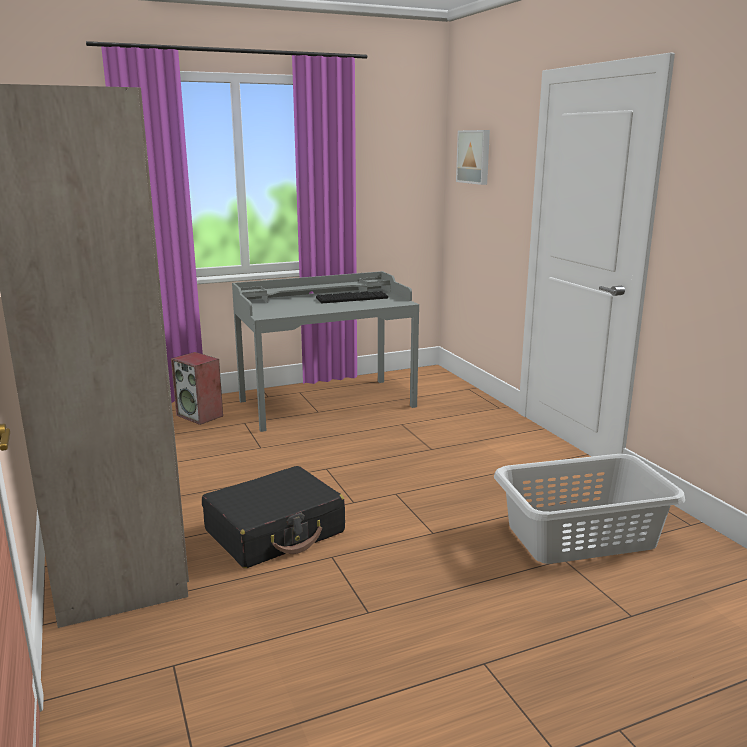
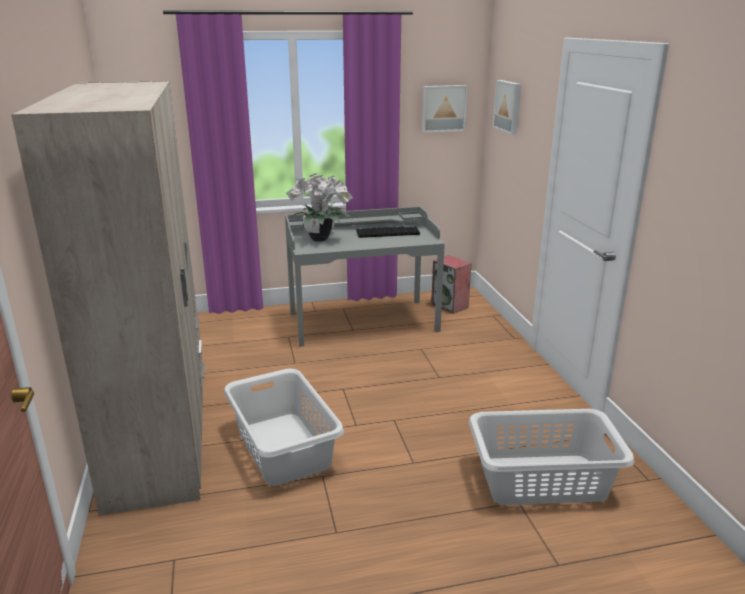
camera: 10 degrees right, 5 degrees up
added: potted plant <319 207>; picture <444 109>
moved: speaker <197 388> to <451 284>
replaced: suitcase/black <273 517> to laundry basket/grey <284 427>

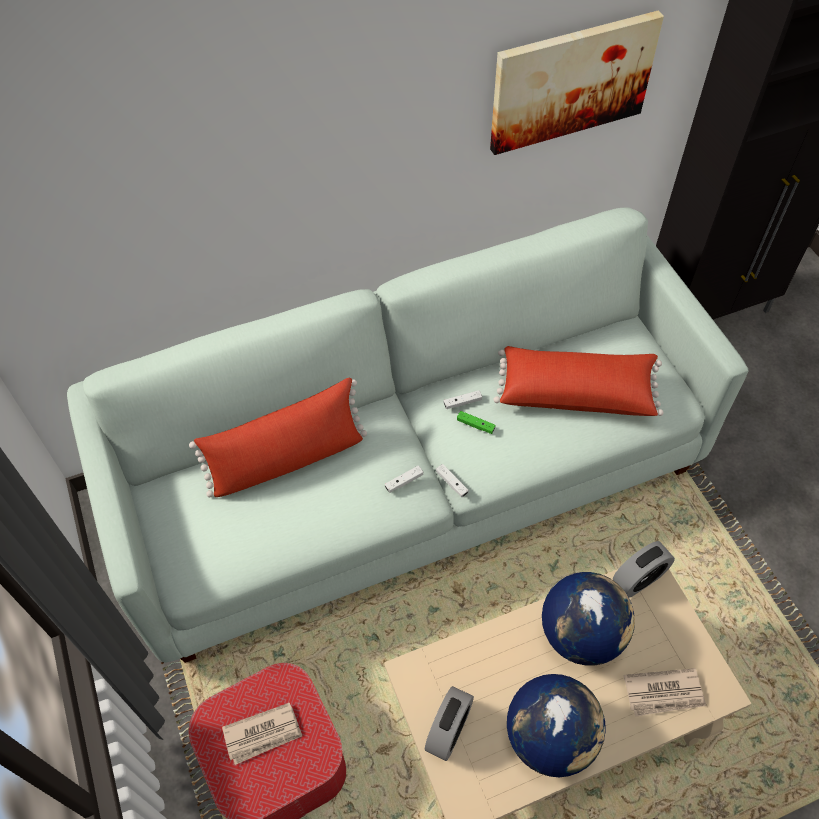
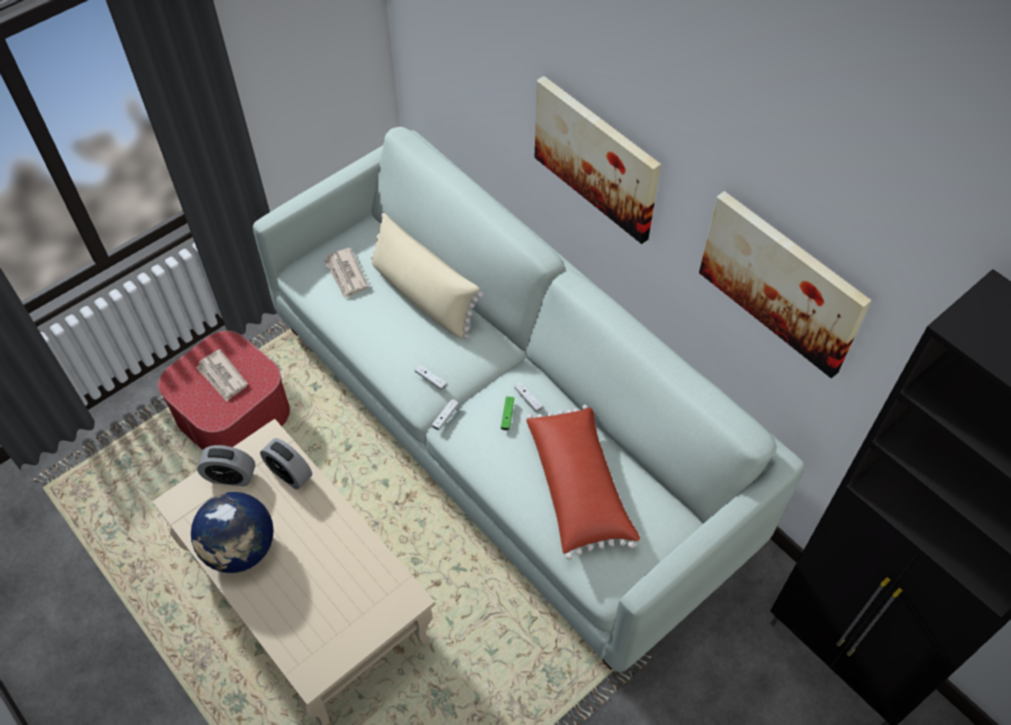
camera: 70 degrees right, 0 degrees up
removed: globe <588 619>
added: picture <598 160>
moved: alarm clock <644 569> to <286 464>; newspaper <664 692> to <346 273>
recoloured: pillow/red <278 438> to pillow/beige <427 276>

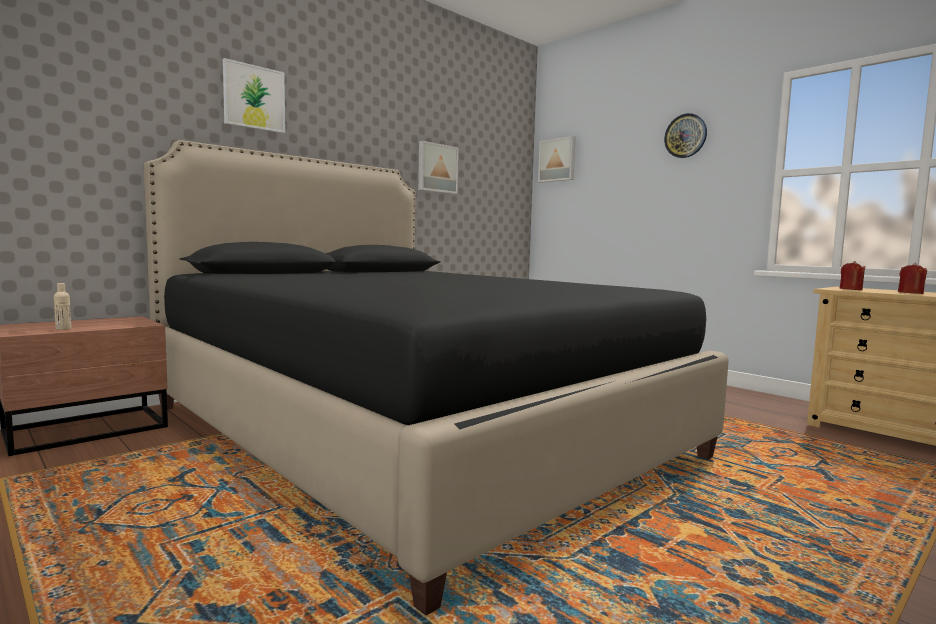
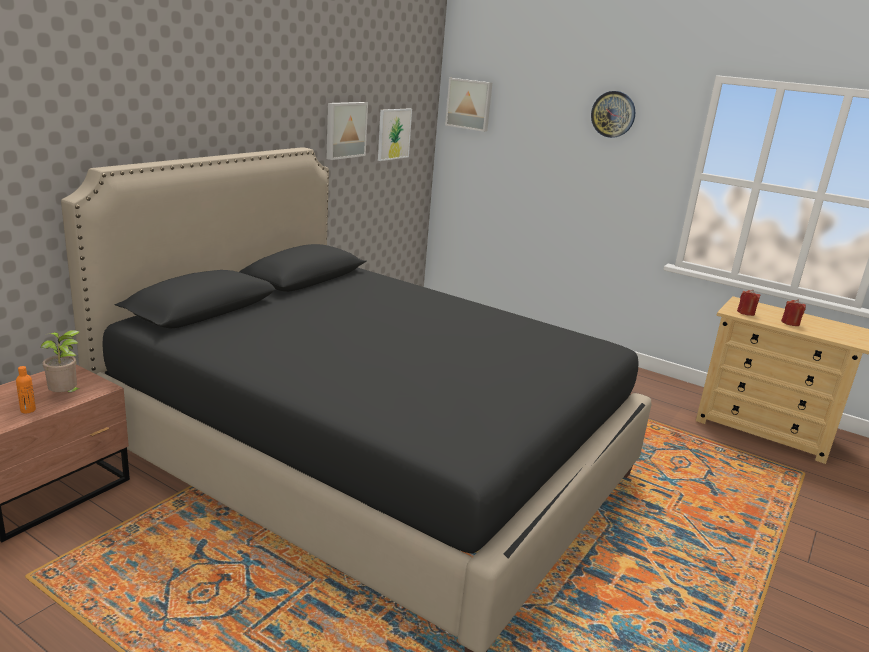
camera: 15 degrees left, 15 degrees up
added: potted plant <61 361>
moved: picture <254 95> to <395 134>
recoloured: bottle/beige <63 306> to bottle/orange <26 389>

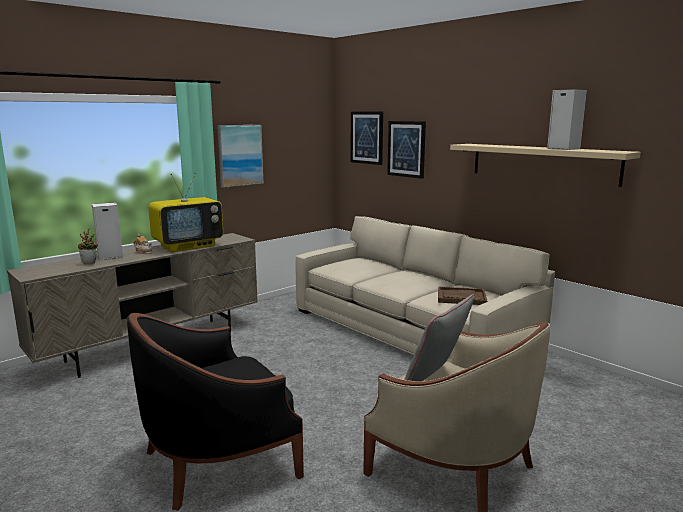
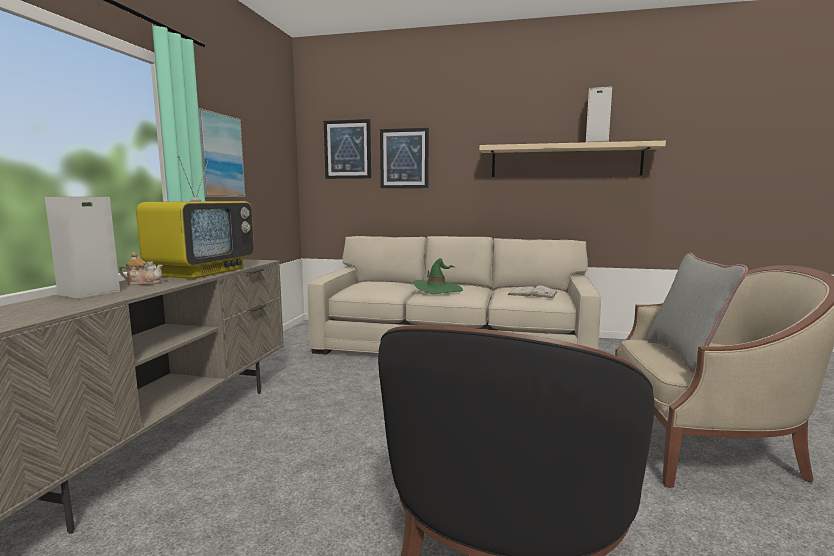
camera: 35 degrees left, 5 degrees down
removed: potted plant <88 247>
added: hat/green <438 276>
replaced: tray/brown <462 295> to book/white <533 291>

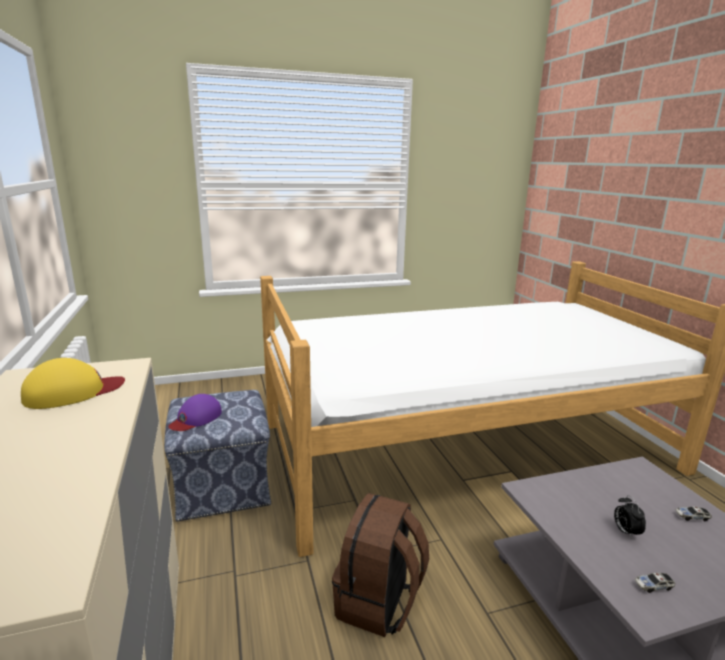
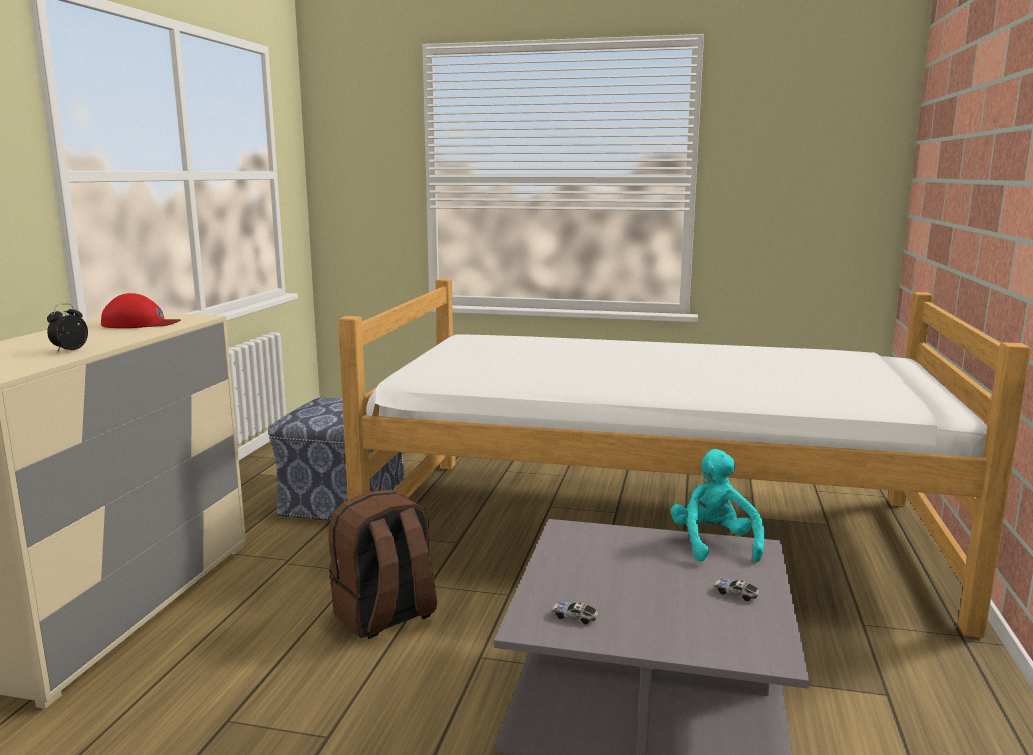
camera: 30 degrees right, 5 degrees down
removed: cap/purple <195 412>
added: plush toy/turquoise <718 505>
moved: alarm clock <630 517> to <67 328>
recoloured: cap/yellow <73 383> to cap/red <141 310>

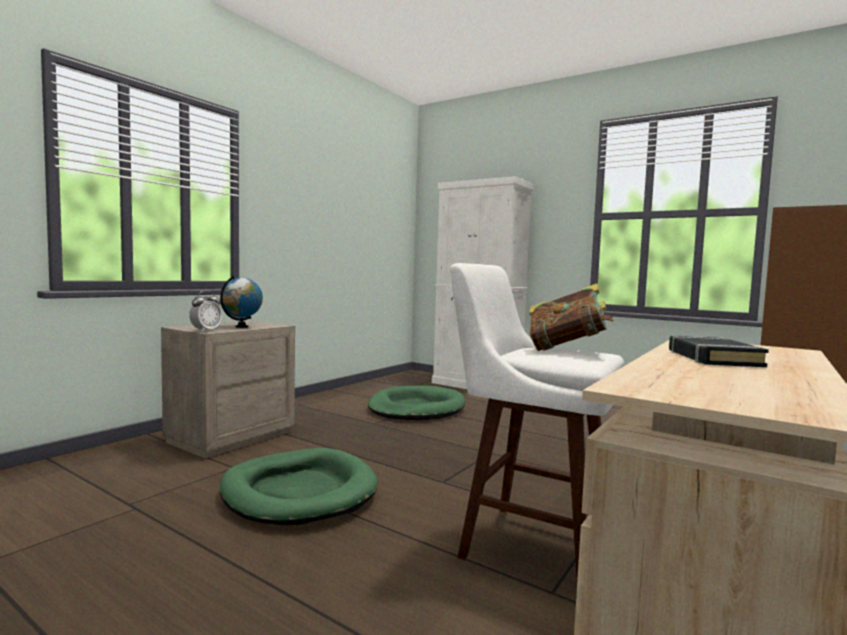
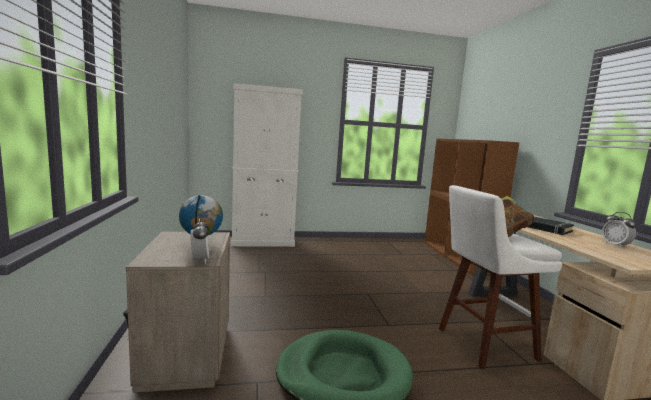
camera: 45 degrees left, 5 degrees up
removed: dog bed/green <416 403>
added: alarm clock <619 230>

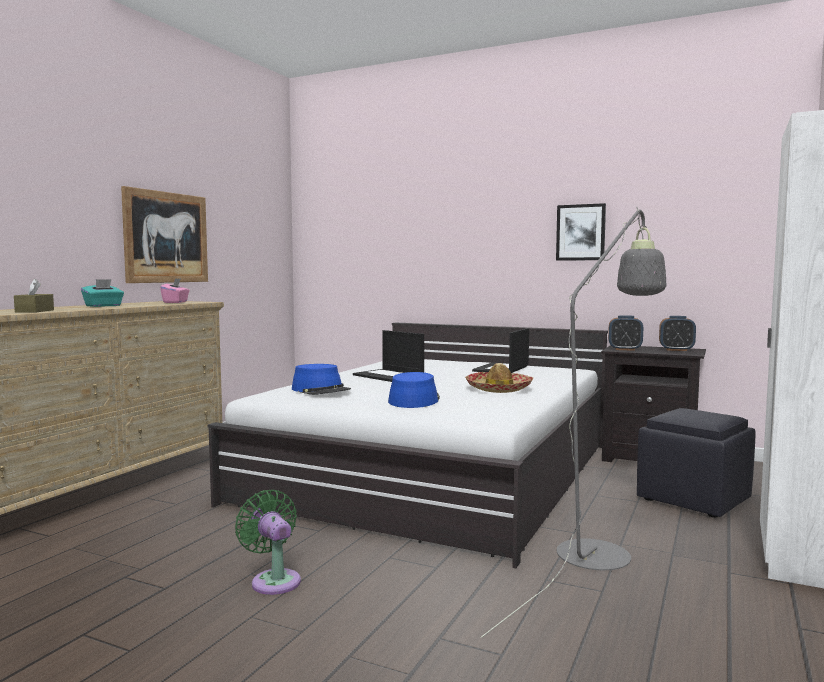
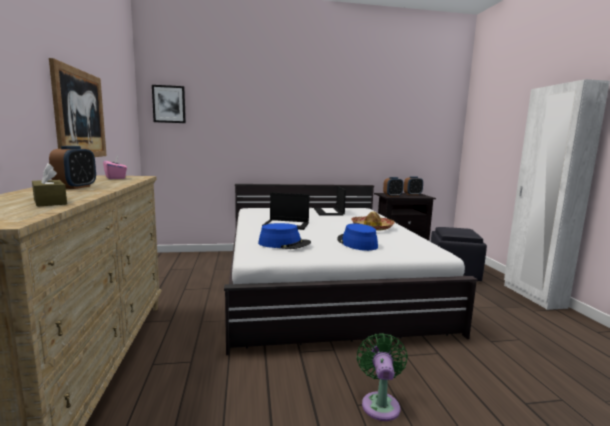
camera: 35 degrees left, 5 degrees up
removed: floor lamp/grey <573 422>
moved: picture <581 232> to <169 104>
replaced: tissue box/turquoise <102 293> to alarm clock <72 167>
turned: fan/green <268 542> = <382 377> 75 degrees clockwise

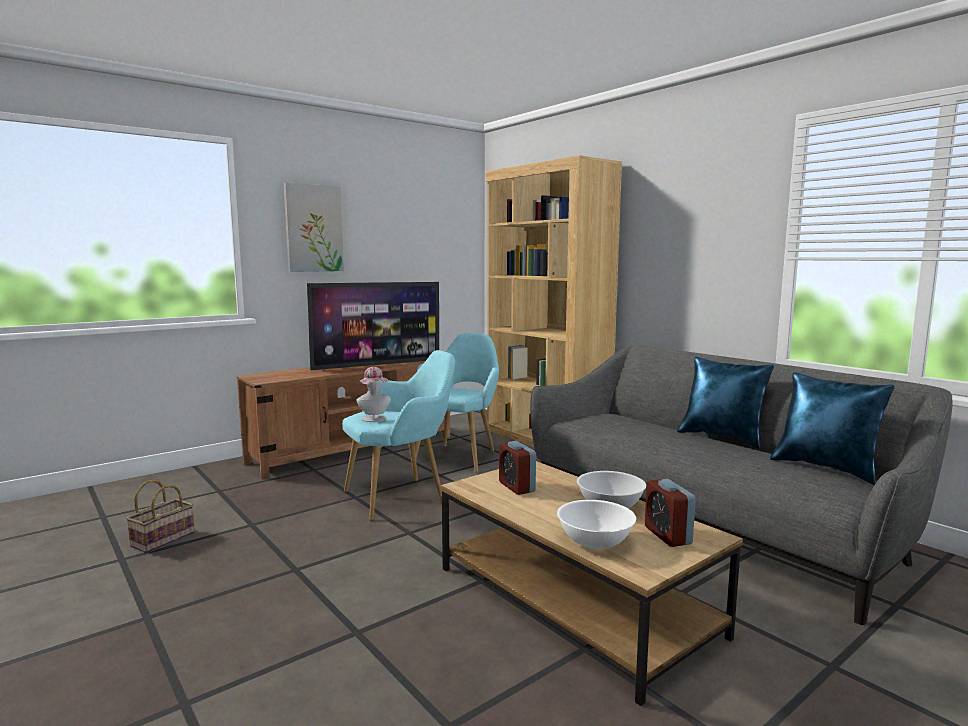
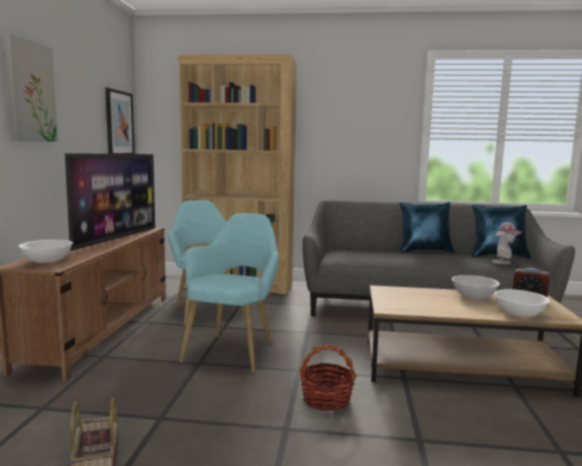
camera: 45 degrees left, 0 degrees up
removed: alarm clock <517 468>
added: bowl/white <46 251>; picture <120 120>; basket <328 377>
moved: hat <373 394> to <506 243>

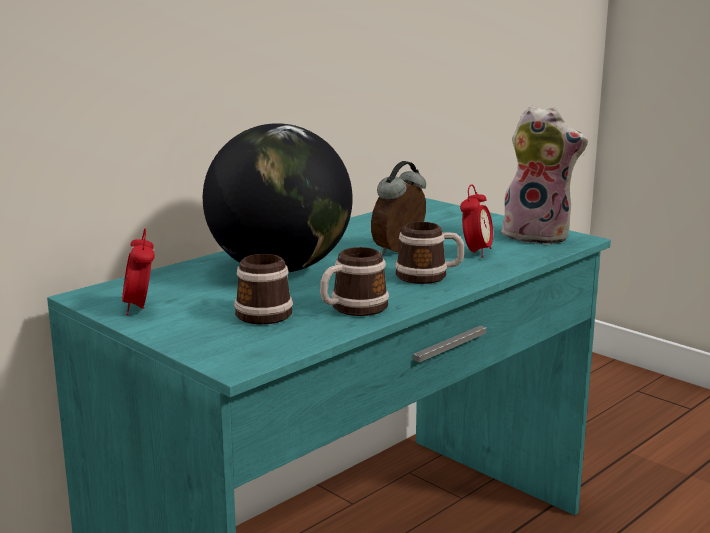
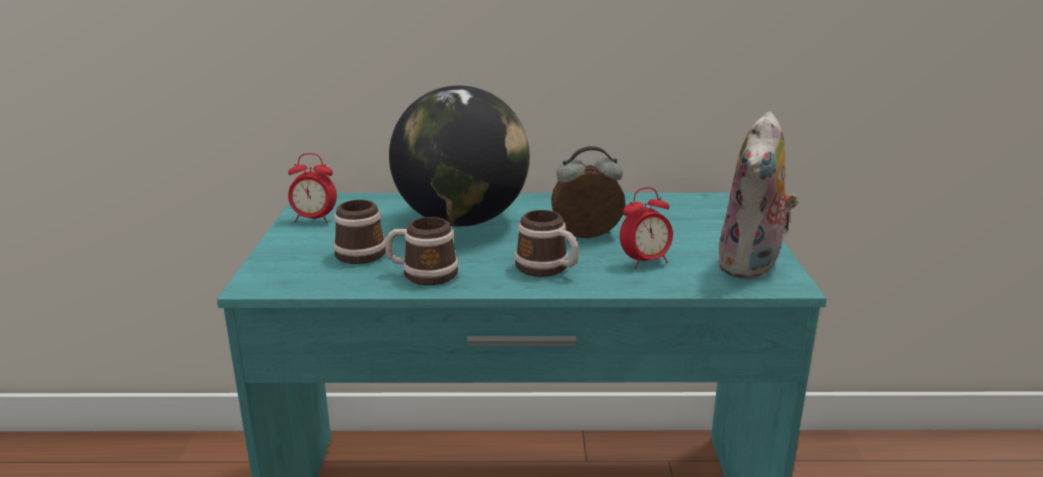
camera: 45 degrees right, 5 degrees up
turned: alarm clock <138 271> = <312 188> 120 degrees counterclockwise; plush toy <543 175> = <758 195> 45 degrees clockwise

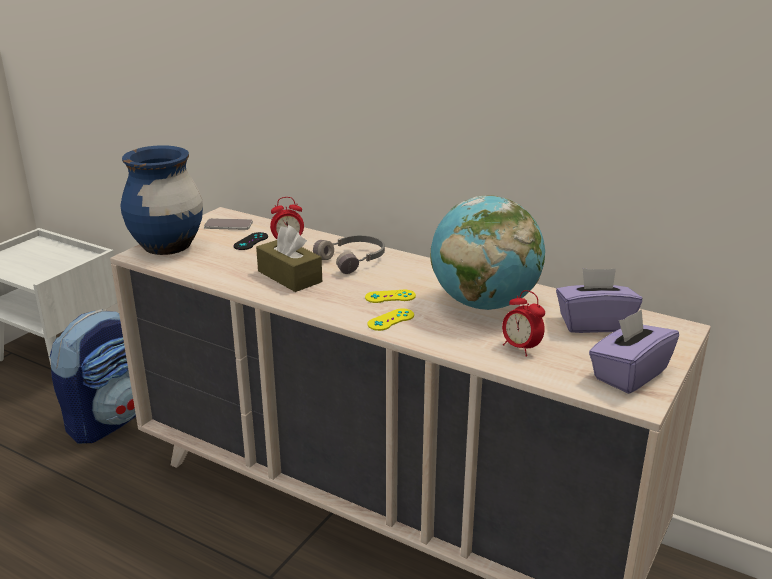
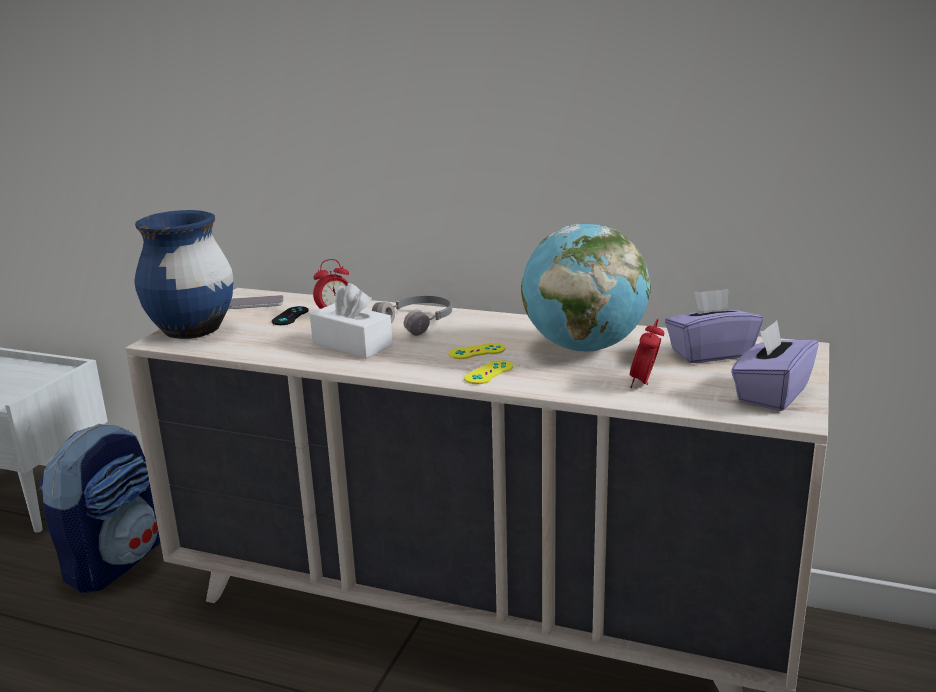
camera: 10 degrees left, 5 degrees down
recoloured: tissue box/brown <289 258> to tissue box/white <351 320>
turned: alarm clock <523 323> = <647 353> 75 degrees clockwise

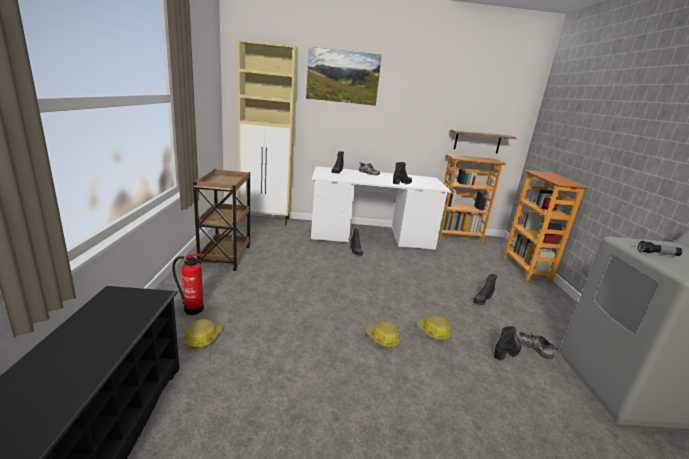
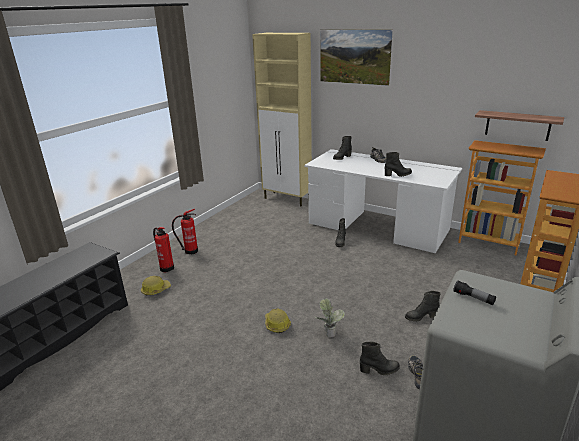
camera: 35 degrees right, 5 degrees up
removed: cart/brown <221 220>
added: fire extinguisher <185 232>
replaced: hard hat <434 328> to potted plant <330 318>

